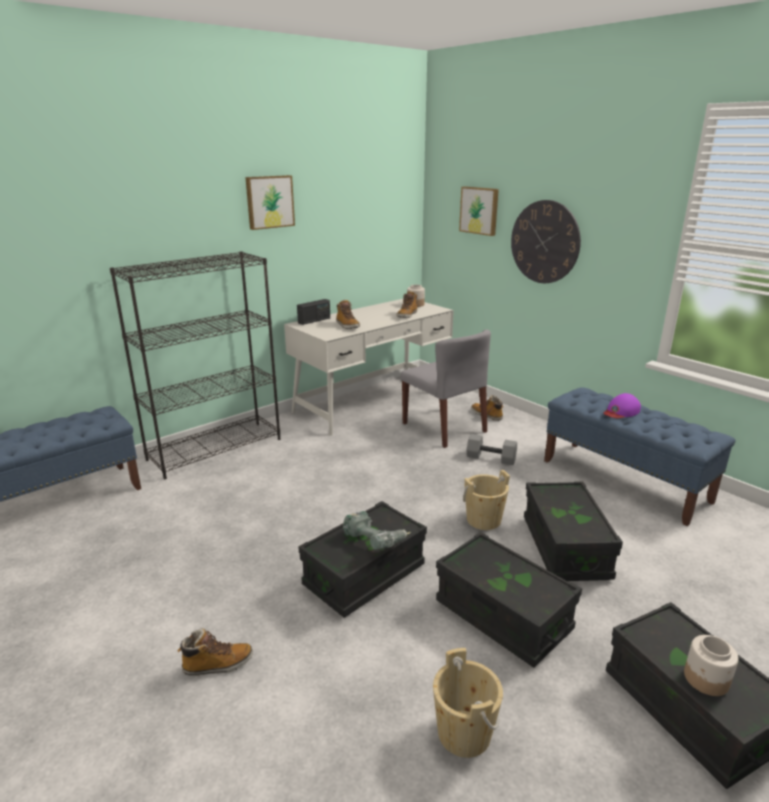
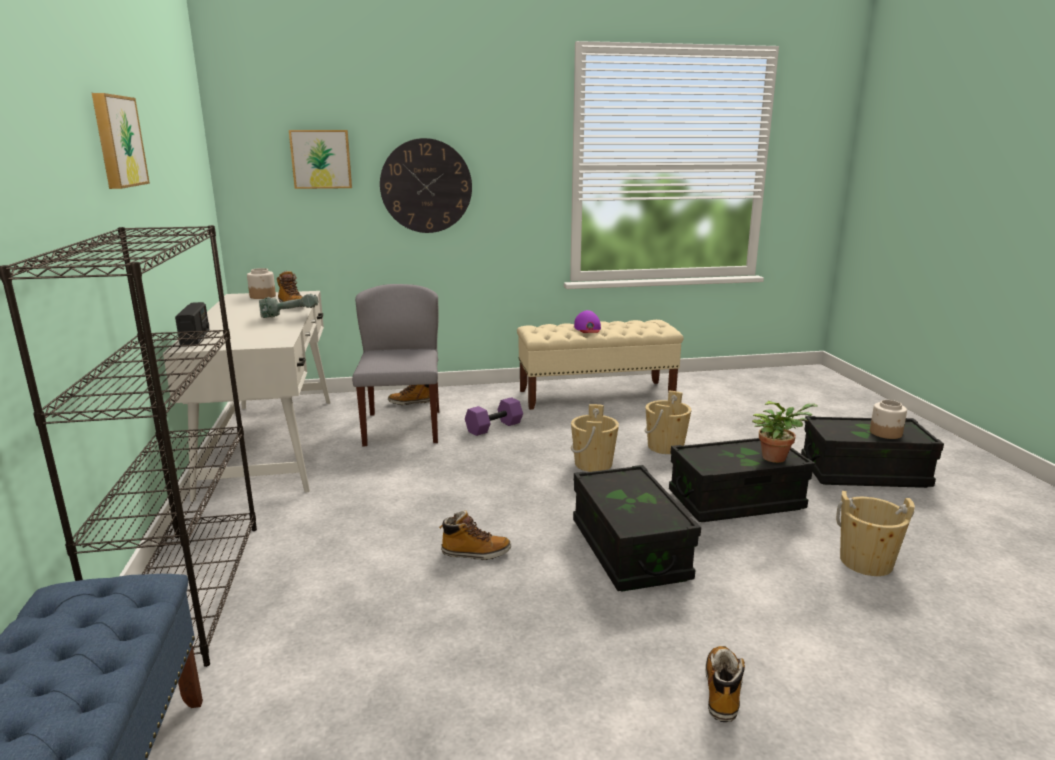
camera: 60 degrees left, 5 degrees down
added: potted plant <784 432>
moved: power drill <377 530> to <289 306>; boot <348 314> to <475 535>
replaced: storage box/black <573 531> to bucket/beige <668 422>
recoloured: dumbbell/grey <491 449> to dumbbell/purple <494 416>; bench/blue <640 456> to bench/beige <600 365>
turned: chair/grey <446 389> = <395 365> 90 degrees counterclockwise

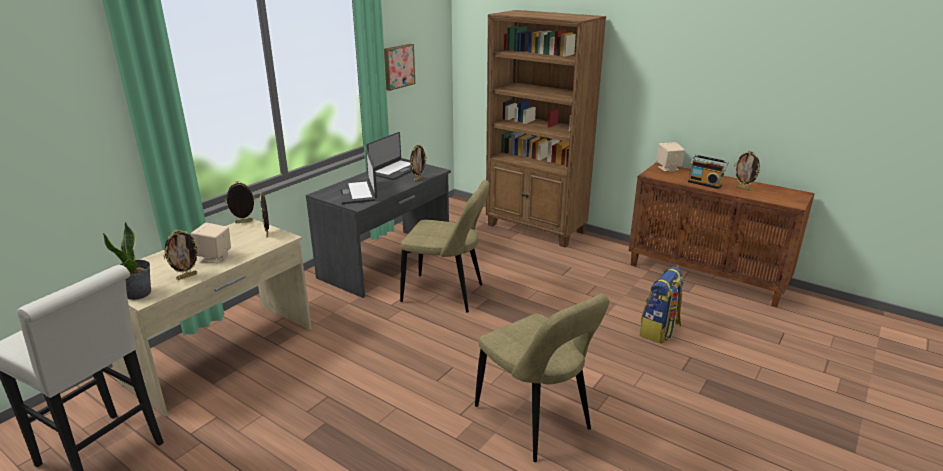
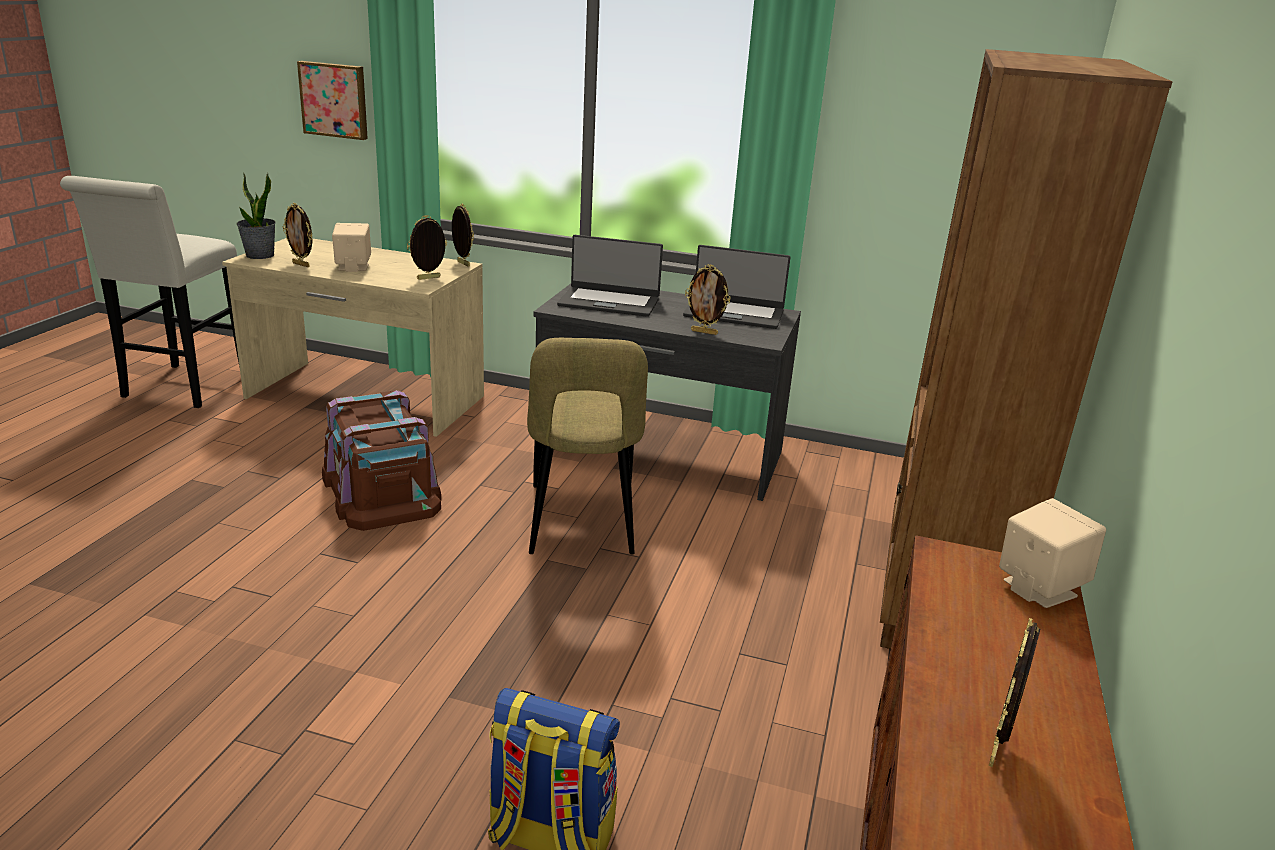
camera: 70 degrees right, 0 degrees up
removed: chair/beige <542 378>; radio <708 172>
added: storage box/brown <381 460>
moved: picture <399 67> to <332 100>
turned: laptop <357 177> = <610 276> 135 degrees counterclockwise

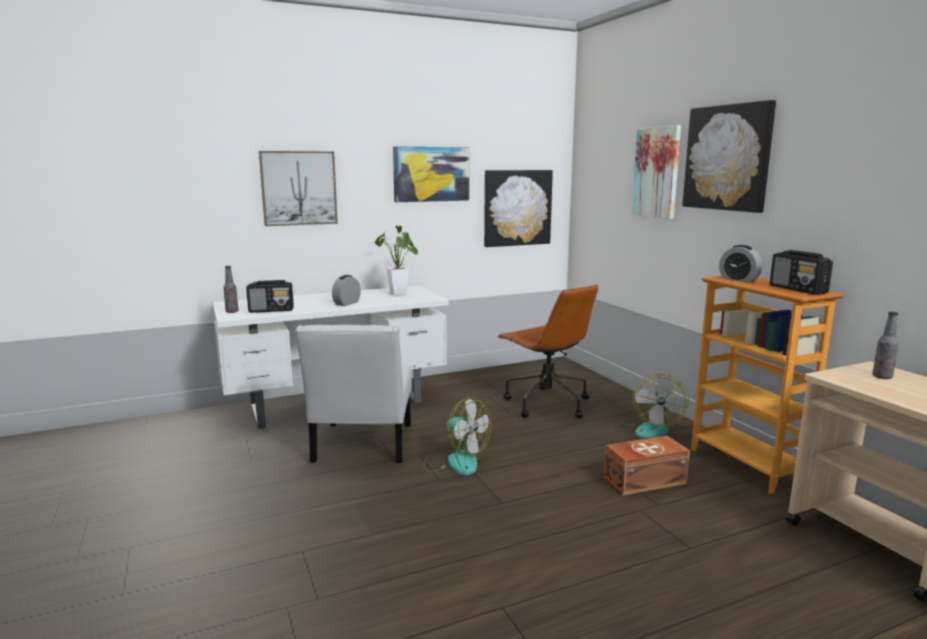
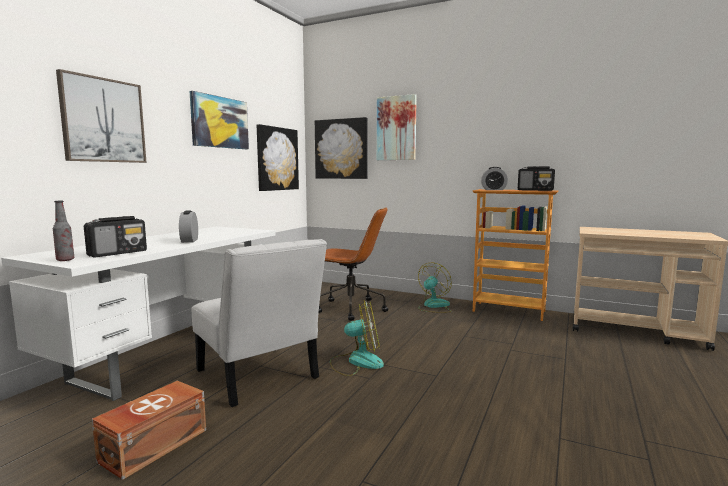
camera: 40 degrees left, 5 degrees down
removed: potted plant <396 260>; bottle <885 345>
moved: storage box/brown <647 466> to <149 430>; picture <729 156> to <341 148>
turned: fan <655 406> = <435 287> 120 degrees counterclockwise

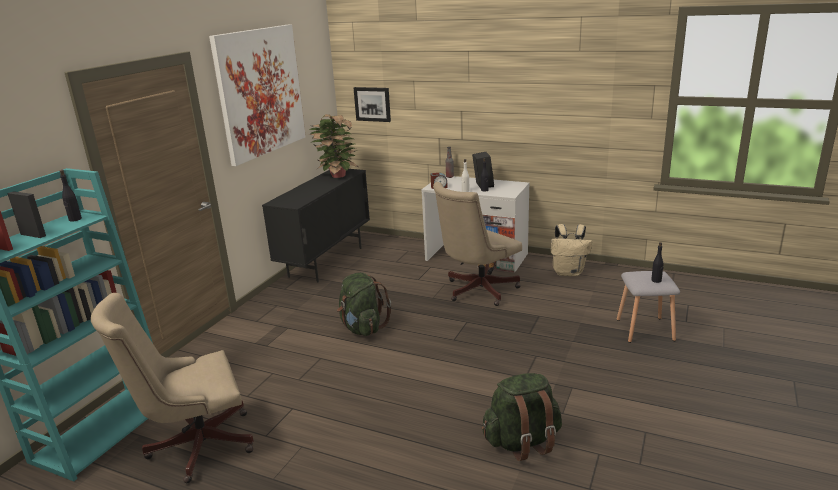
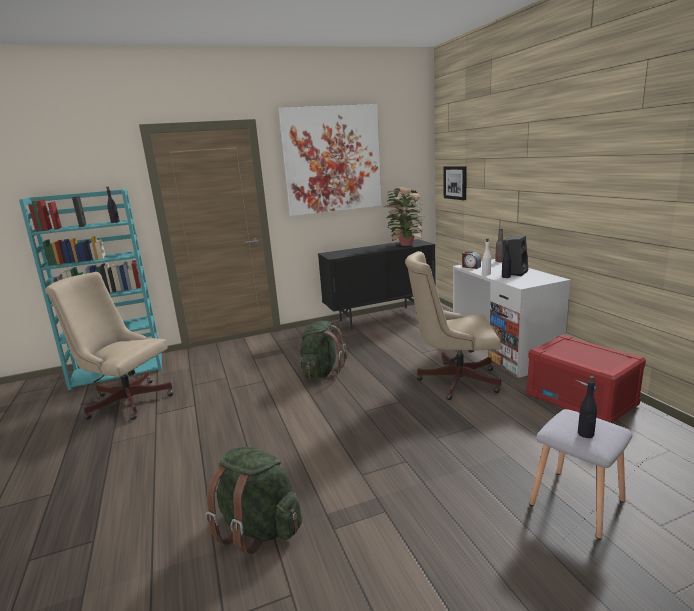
camera: 45 degrees right, 5 degrees down
replaced: backpack/beige <571 250> to storage box/red <586 379>

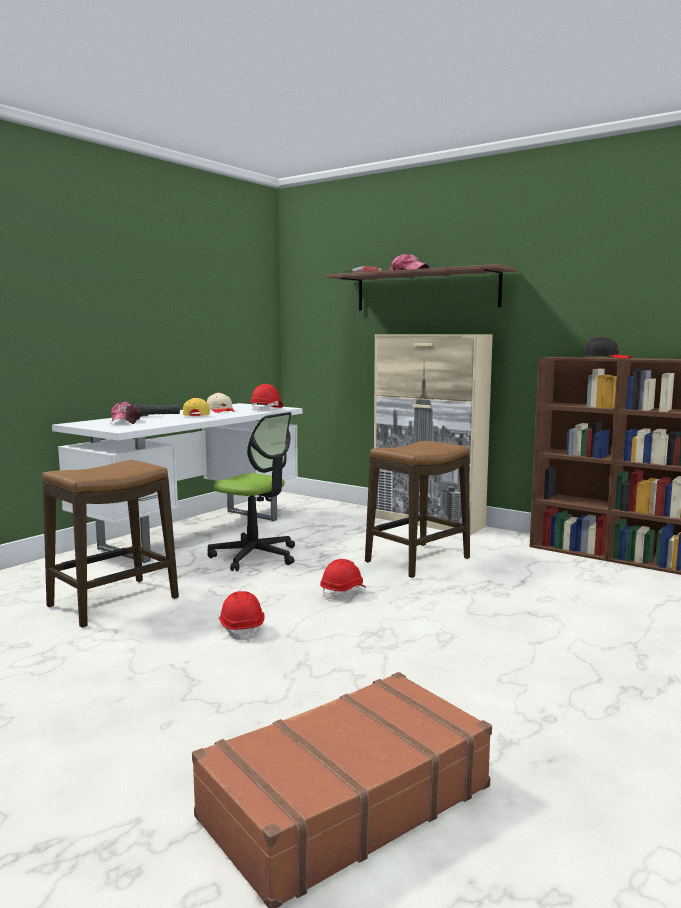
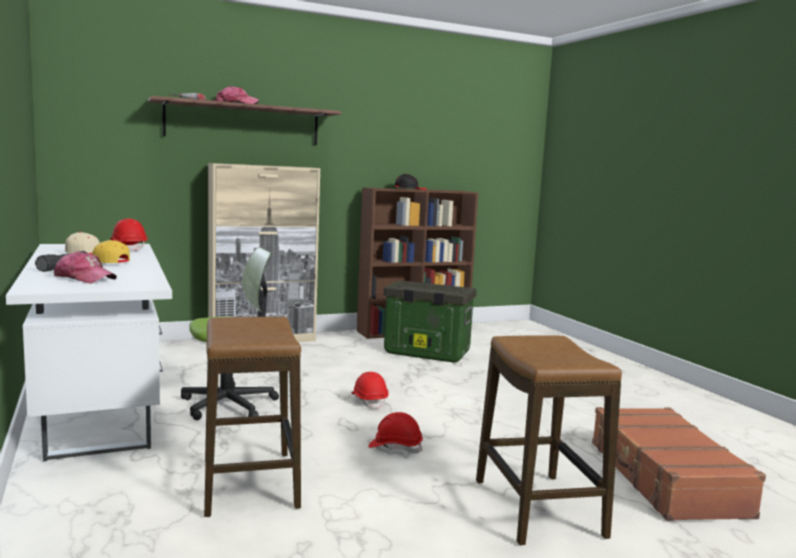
camera: 60 degrees left, 0 degrees up
added: storage box <430 322>
moved: stool <417 509> to <549 440>

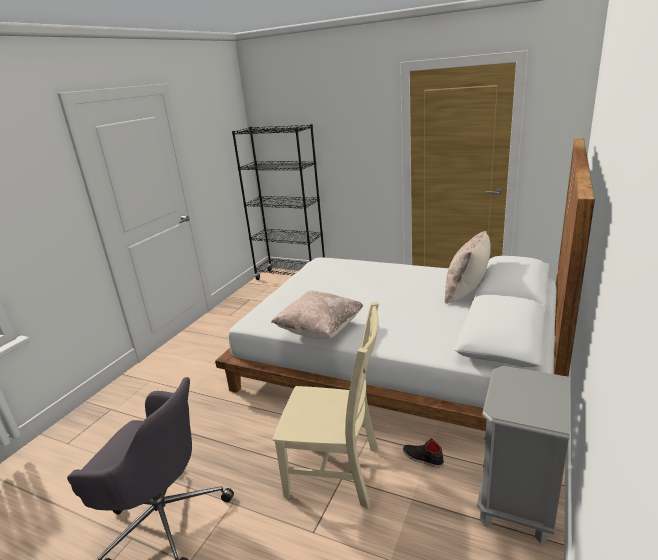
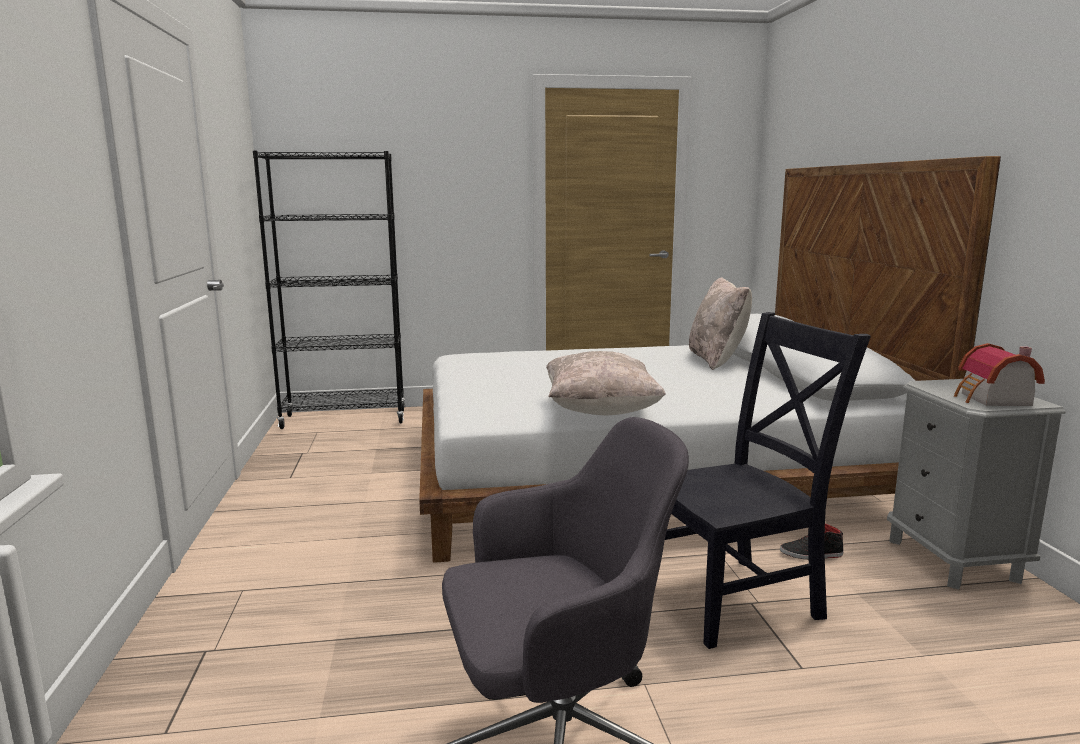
camera: 35 degrees left, 10 degrees down
added: toy house <999 374>
recoloured: chair/beige <326 405> to chair/black <768 480>

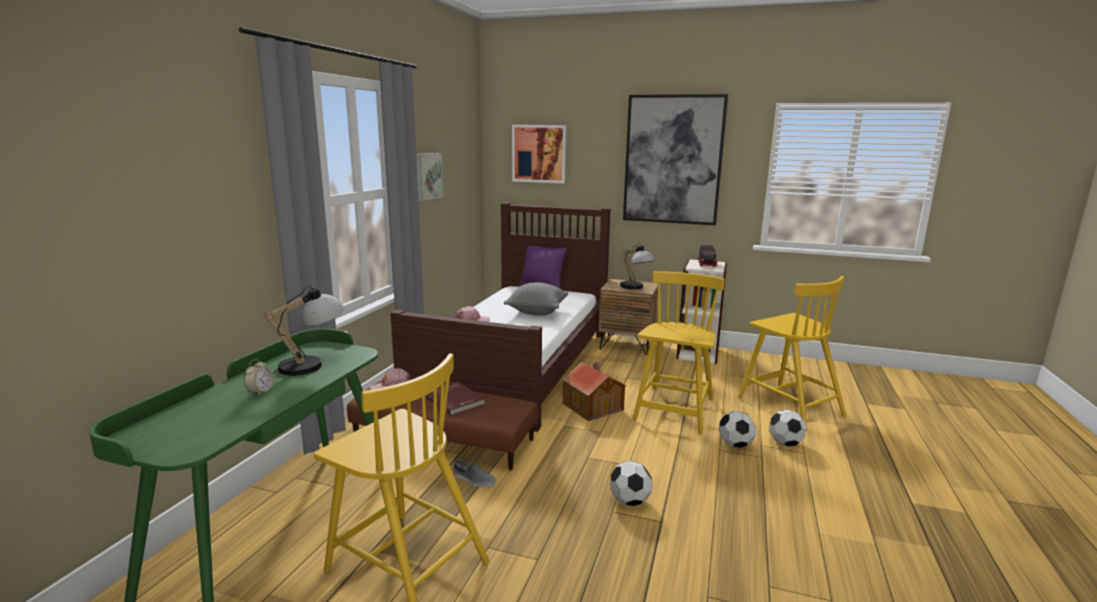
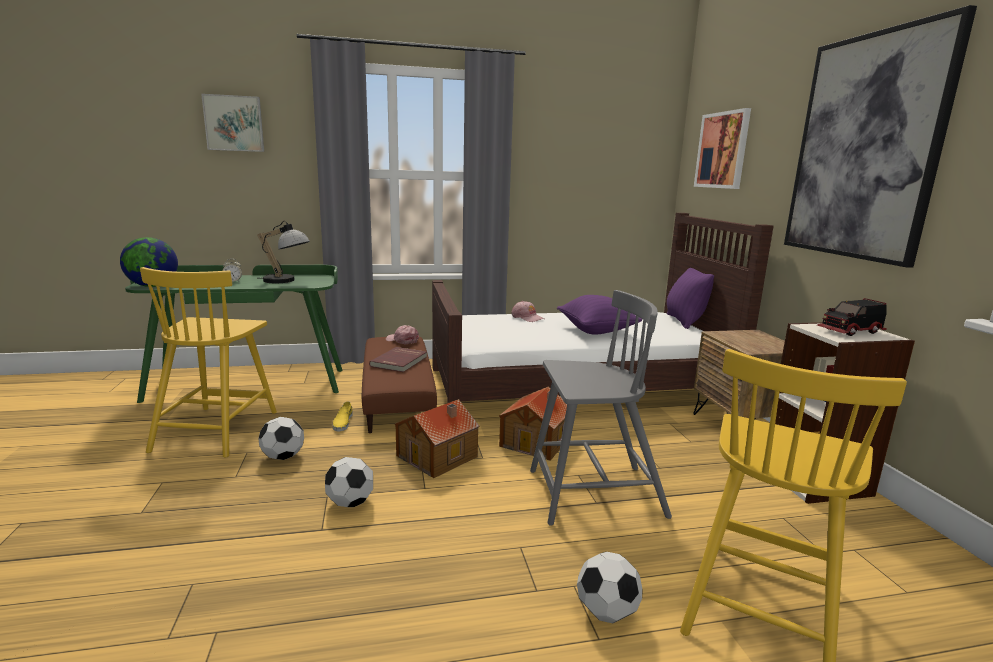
camera: 60 degrees right, 0 degrees up
removed: table lamp <638 266>
added: globe <149 262>; toy house <437 438>
moved: picture <430 177> to <232 123>; football <737 429> to <281 438>
recoloured: shoe/grey <474 473> to shoe/yellow <343 416>; chair/yellow <679 352> to chair/grey <601 408>; pillow/grey <536 299> to pillow/purple <599 315>

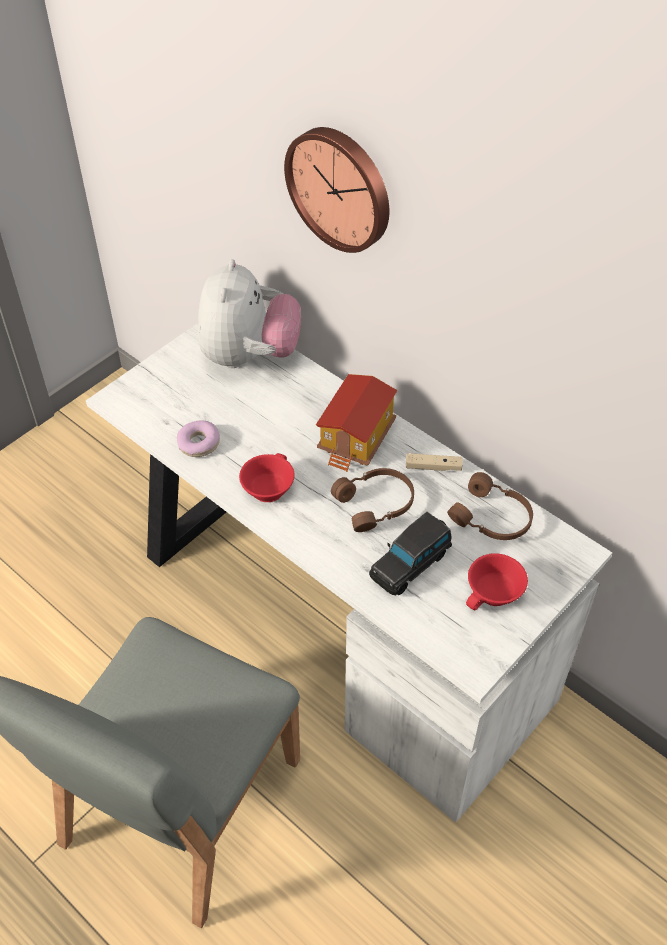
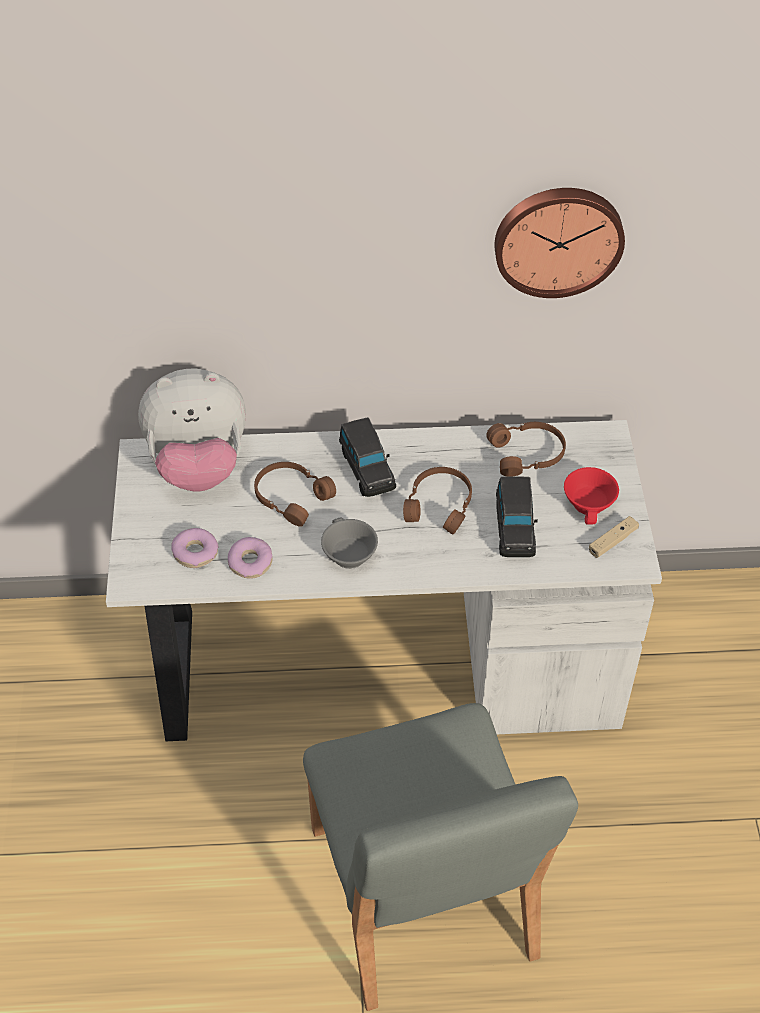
camera: 45 degrees left, 0 degrees up
added: donut <194 548>; headphones/brown <295 494>
moved: wall clock <336 190> to <559 243>; game controller/beige <434 462> to <614 537>
replaced: toy house <356 423> to toy car/black <367 457>
recoloured: cup/red <267 477> to cup/grey <349 543>
turned: plush toy <249 313> = <192 430> 120 degrees clockwise

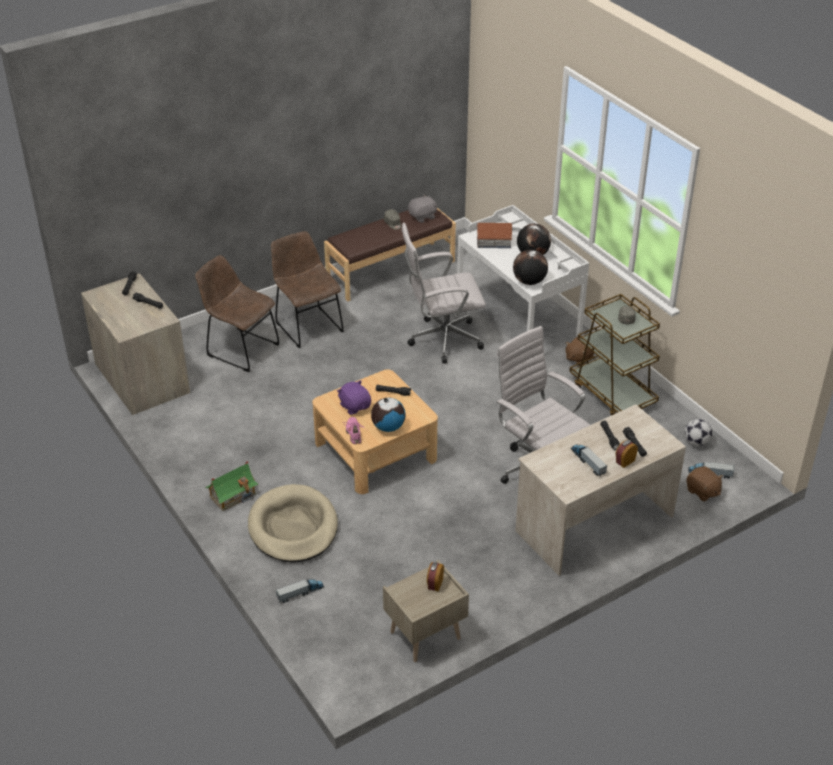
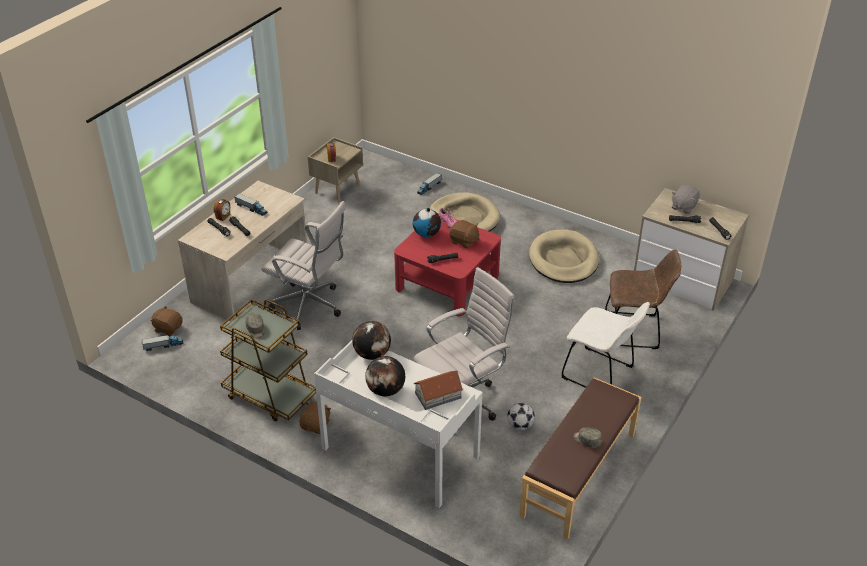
camera: 155 degrees right, 0 degrees up
removed: toy house <231 486>
added: dog bed/beige <564 256>
moved: football <698 432> to <521 416>; plush toy/grey <422 209> to <686 199>
recoloured: coffee table/beige <375 431> to coffee table/red <447 264>; plush toy/purple <354 397> to plush toy/brown <464 234>; chair/brown <307 289> to chair/white <605 345>

